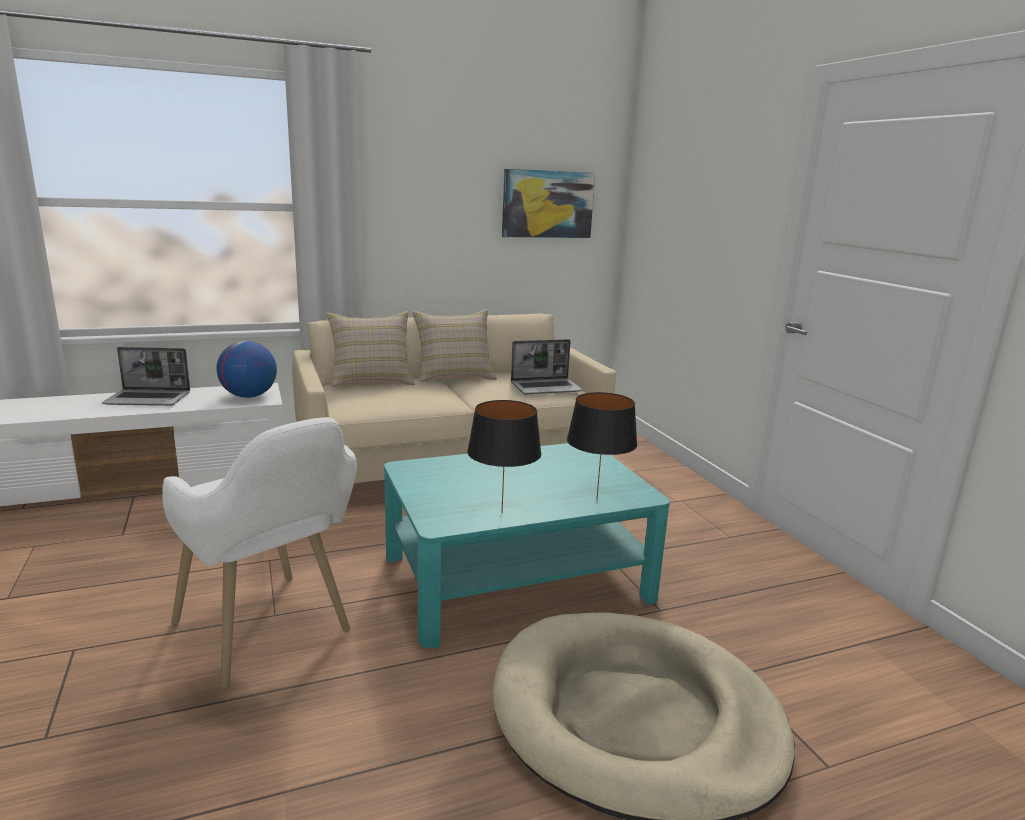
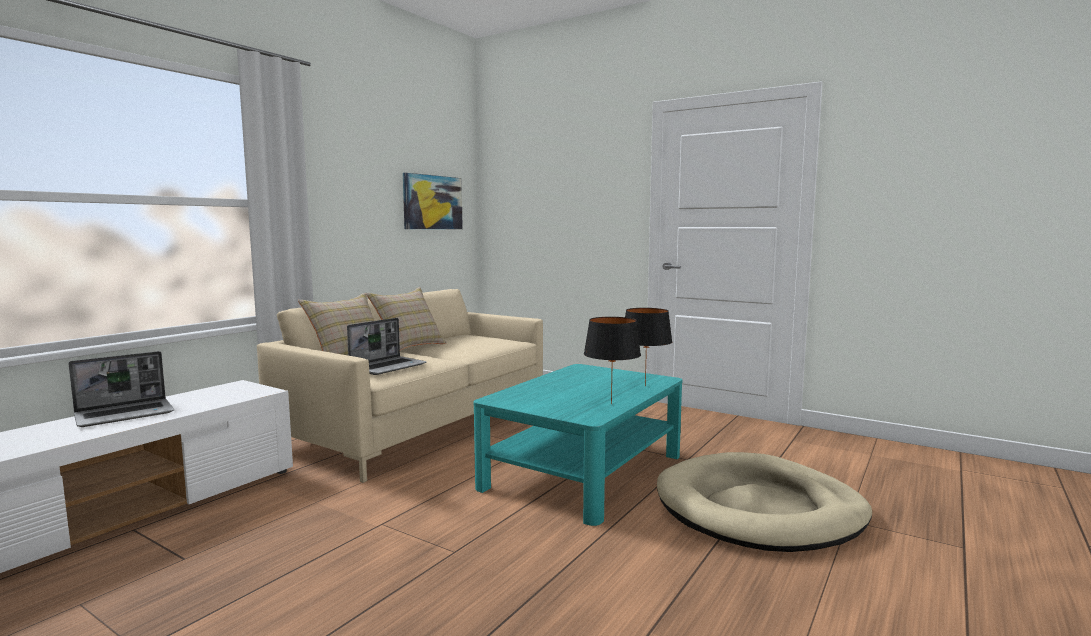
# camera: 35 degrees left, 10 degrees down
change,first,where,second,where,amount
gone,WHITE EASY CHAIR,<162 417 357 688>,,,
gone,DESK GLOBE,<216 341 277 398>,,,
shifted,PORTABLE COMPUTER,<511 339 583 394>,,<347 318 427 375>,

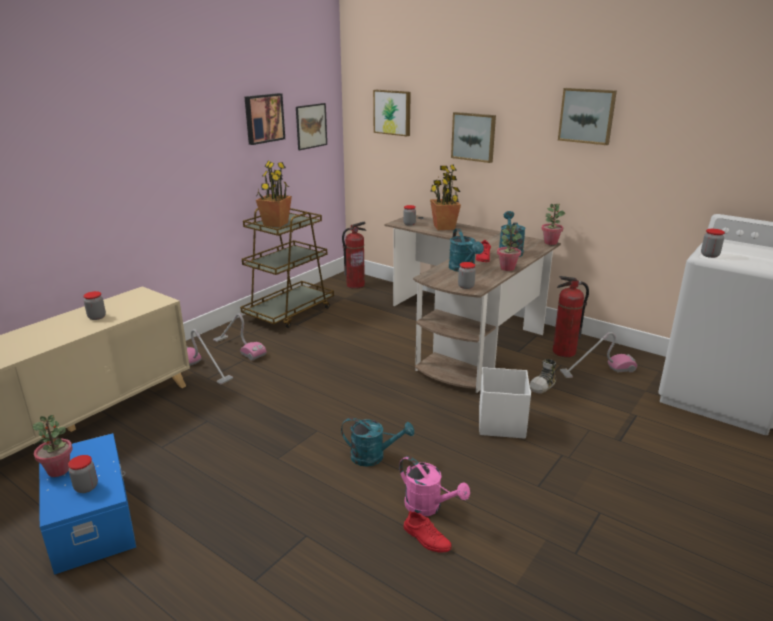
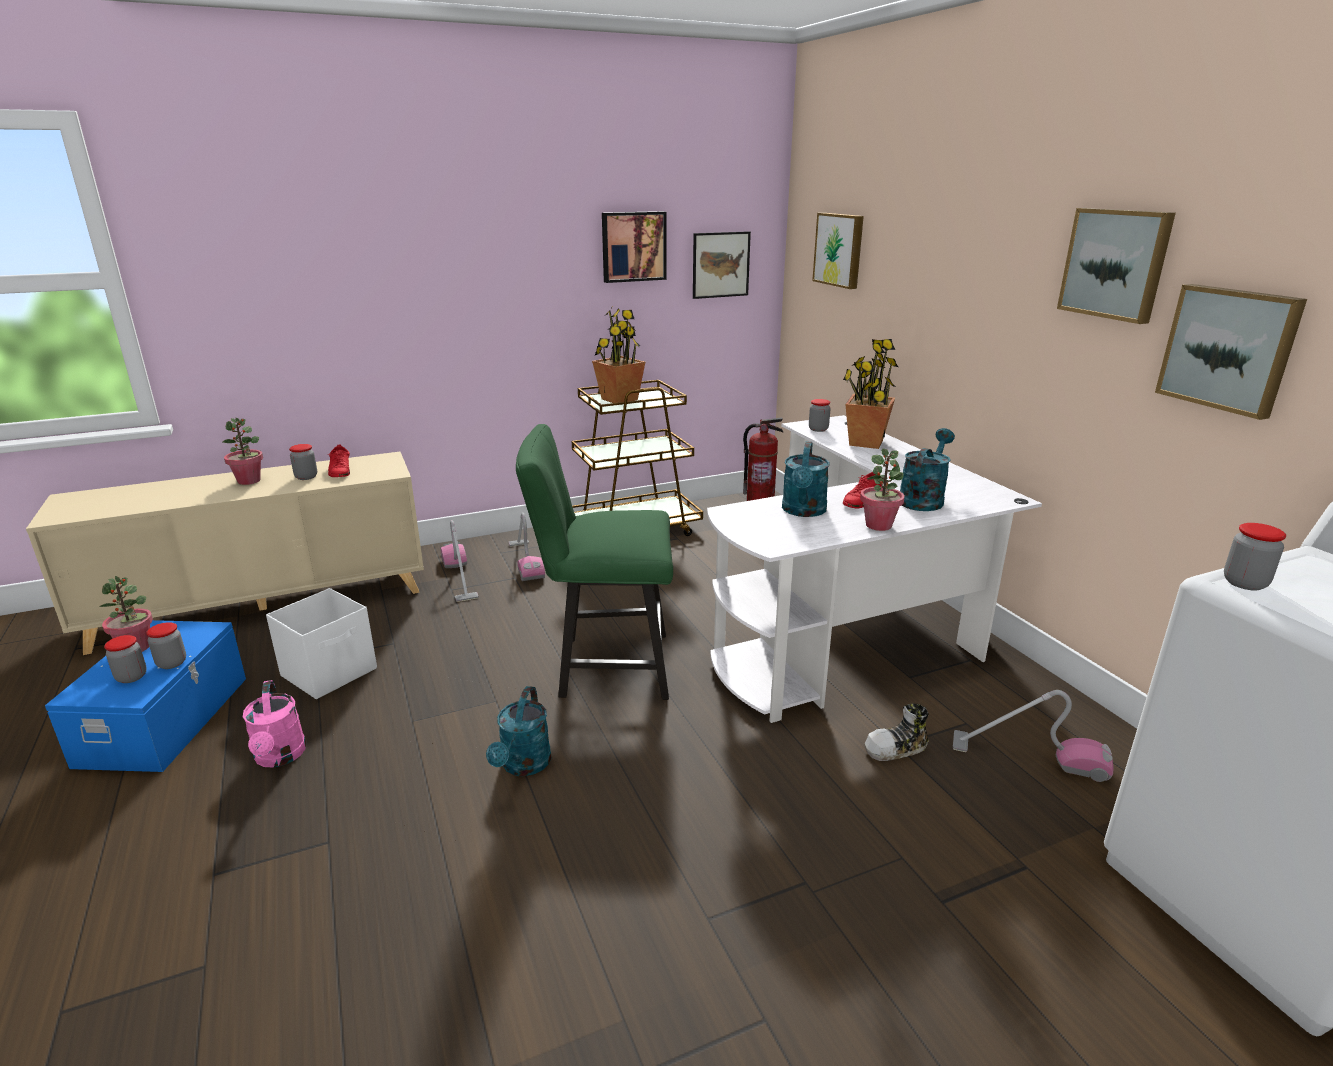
# camera: 30 degrees right, 0 degrees up
change,first,where,second,where,amount
gone,FIRE-FIGHTING CYLINDER,<553 276 589 357>,,,
new,,,GREEN PLAIN CHAIR,<516 424 673 700>,
shifted,PINKISH SPRINKLING CAN,<399 456 470 516>,,<243 680 306 768>,
shifted,RED-COLOURED ITEM OF FOOTWEAR,<404 511 452 553>,,<328 444 350 477>,
shifted,WALL ART,<451 112 496 163>,,<1155 284 1307 420>,
shifted,JAR,<458 262 476 289>,,<146 622 186 669>,
shifted,WHITE STORAGE BOX,<479 367 531 439>,,<266 588 377 699>,
shifted,PLANT IN A POT,<541 204 565 245>,,<223 418 263 485>,
repainted,BROWN-COLOURED DESK,<384 215 561 393>,WHITE DESK,<707 415 1042 723>,
rotated,BLUE-GREEN SPRINKLING CAN,<341 418 414 467>,,<486 686 551 776>,60 degrees clockwise

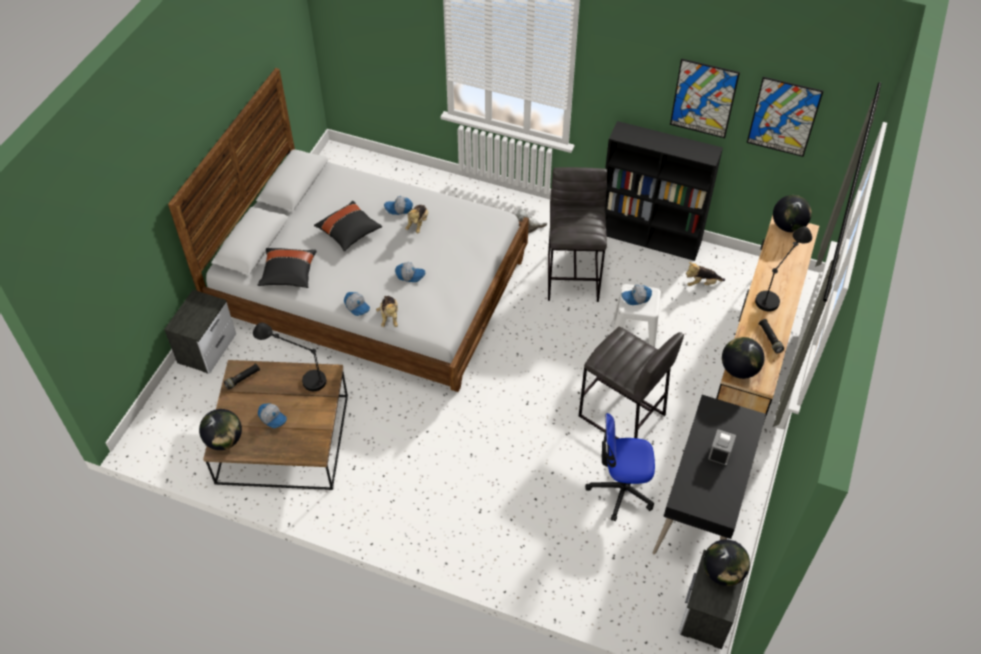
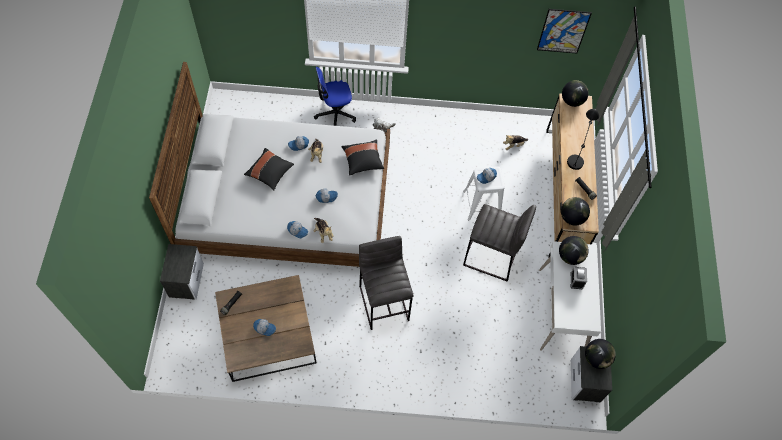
# camera: 20 degrees left, 10 degrees up
change,first,where,second,where,amount
gone,BLACKISH TABLE LAMP,<253 323 327 391>,,,
gone,BLACKISH BOOKCASE,<605 121 723 261>,,,
gone,WALL ART,<670 58 740 138>,,,
shifted,DESK GLOBE,<199 409 242 450>,,<559 236 589 265>,
shifted,BLACKISH THROW PILLOW,<258 248 317 288>,,<341 140 384 176>,
shifted,GREYISH STOOL SEAT,<548 167 607 302>,,<359 236 413 330>,
shifted,OFFICE CHAIR,<585 413 655 521>,,<314 67 356 126>,
repainted,BLACKISH DESK,<653 395 766 554>,WHITE DESK,<539 241 601 351>,

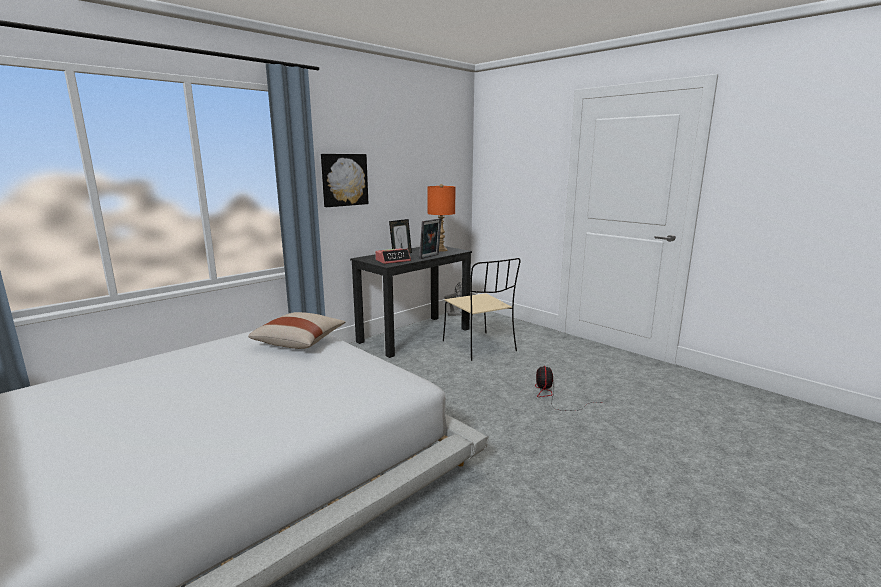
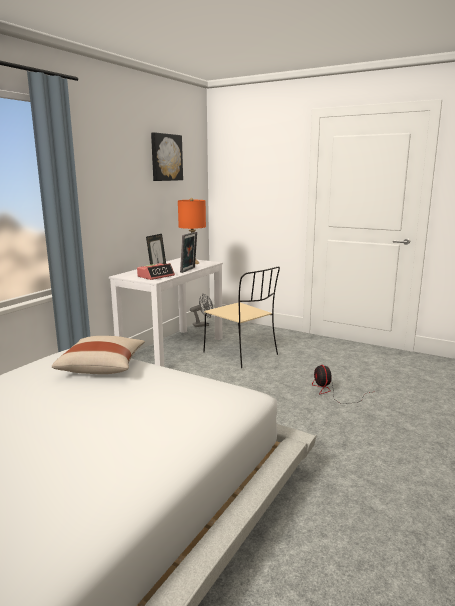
# camera: 15 degrees left, 0 degrees up
change,first,where,second,where,amount
shifted,WALL ART,<321 154 368 207>,,<151 132 183 181>,
repainted,BLACKISH DESK,<350 246 472 358>,WHITE DESK,<109 258 223 367>,

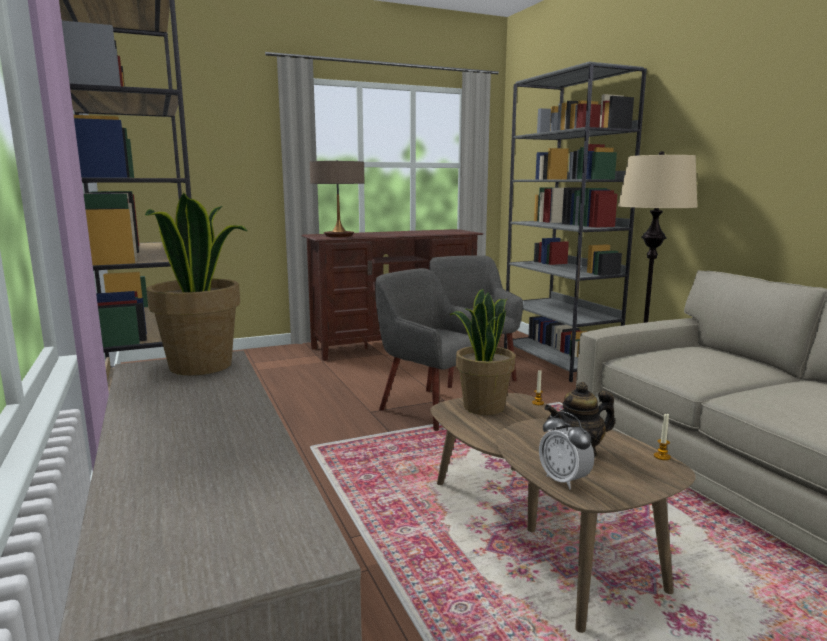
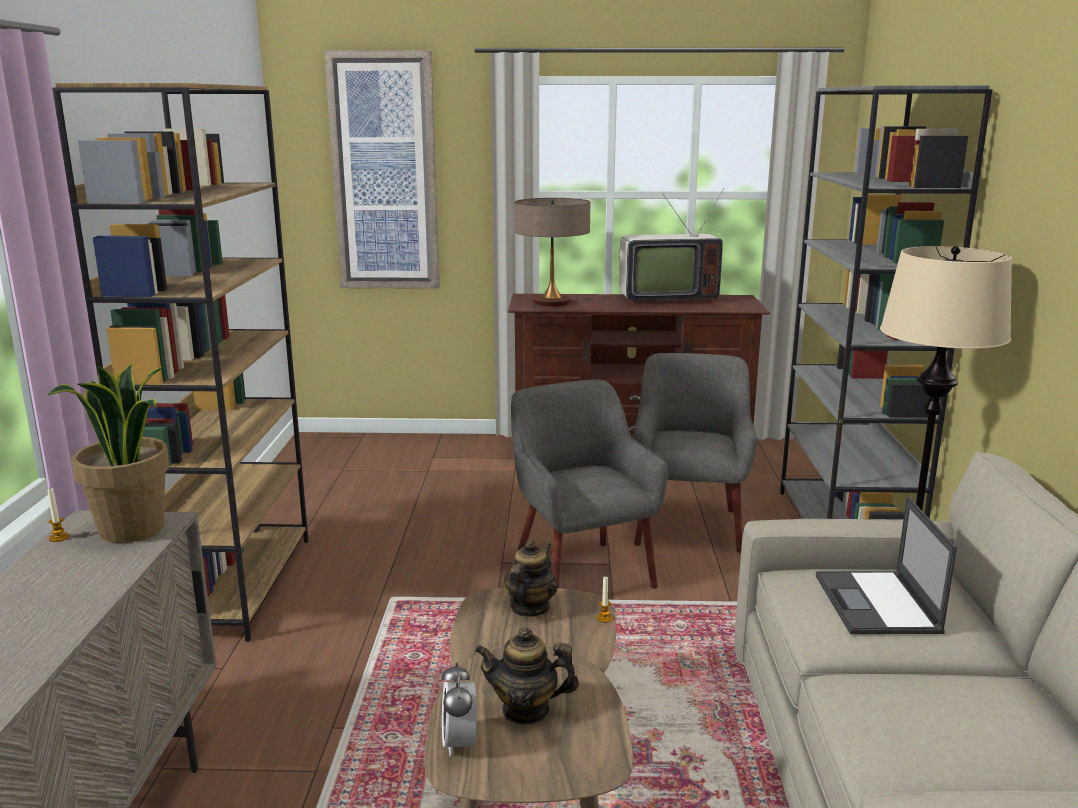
# camera: 25 degrees right, 5 degrees up
change,first,where,second,where,amount
new,,,WALL ART,<324 50 440 289>,
new,,,TELEVISION,<619 188 724 305>,
new,,,PORTABLE COMPUTER,<816 496 957 634>,
shifted,WAX CANDLE,<654 413 671 460>,,<47 488 69 542>,
swapped,PLANT IN A POT,<450 289 515 415>,POT FOR TEA,<504 539 558 617>,

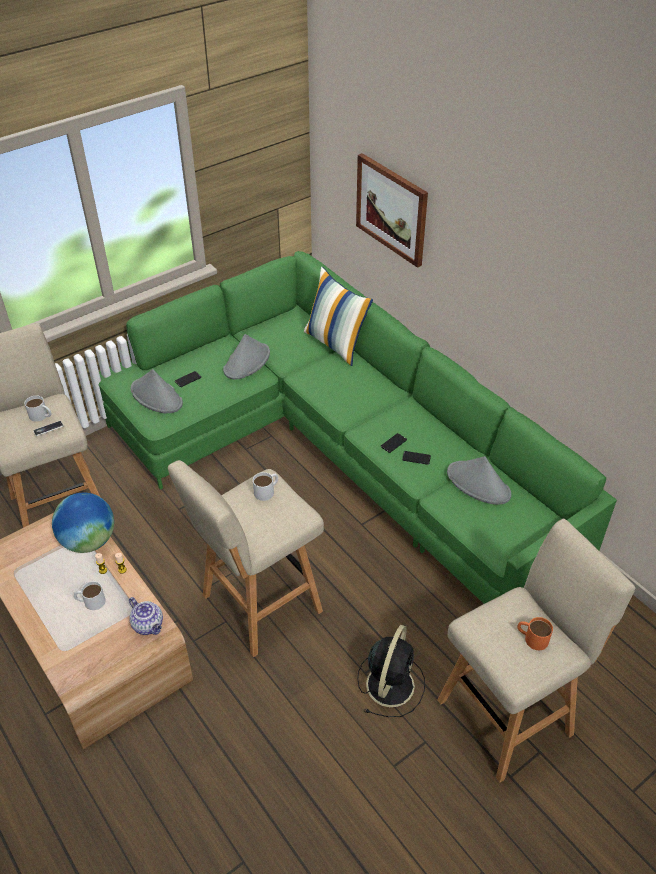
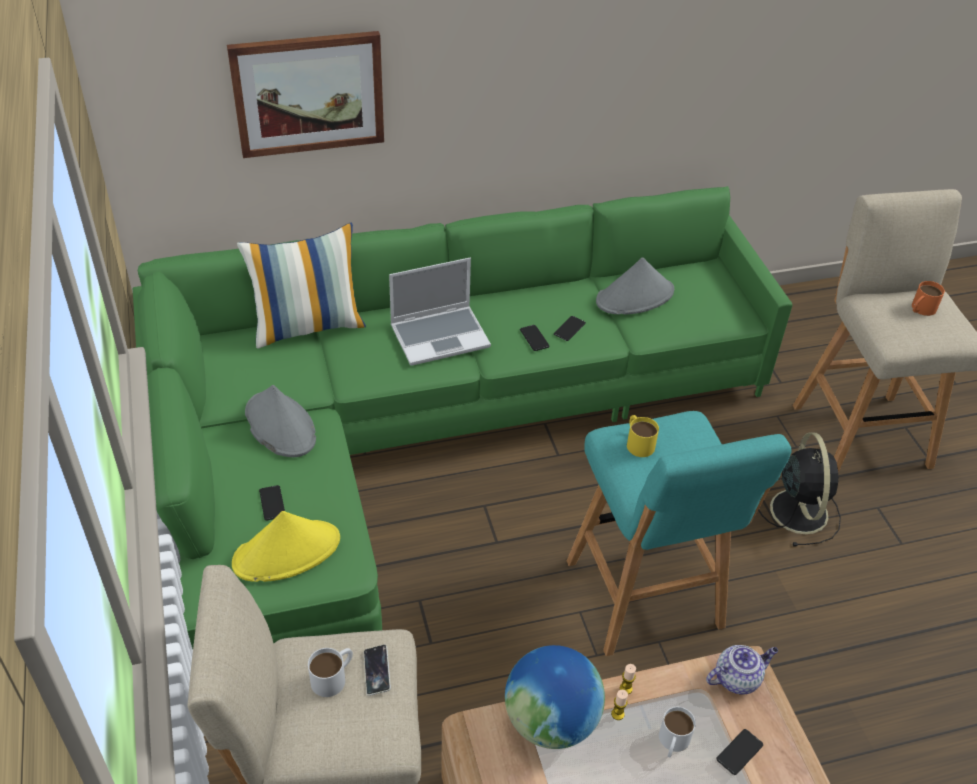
# camera: 70 degrees left, 0 degrees up
change,first,where,second,where,amount
new,,,PORTABLE COMPUTER,<389 258 491 366>,
new,,,HANDSET,<716 729 763 775>,
repainted,GREYISH HAT,<131 369 183 413>,YELLOW-COLOURED HAT,<232 511 340 582>,
repainted,BEIGE STOOL SEAT,<168 460 324 657>,BLUE-GREEN STOOL SEAT,<567 411 791 656>,
repainted,WHITE COFFEE MUG,<253 472 278 501>,YELLOW-COLOURED COFFEE MUG,<627 415 659 457>,
rotated,BLACKISH FAN,<357 625 425 717>,,<758 432 841 547>,45 degrees clockwise

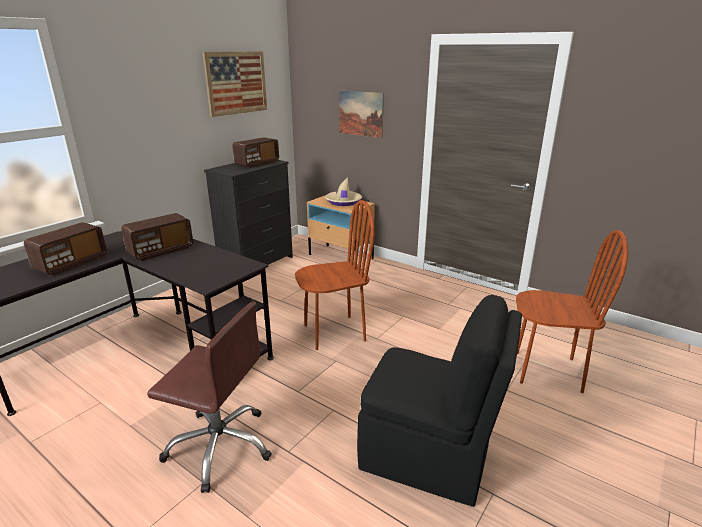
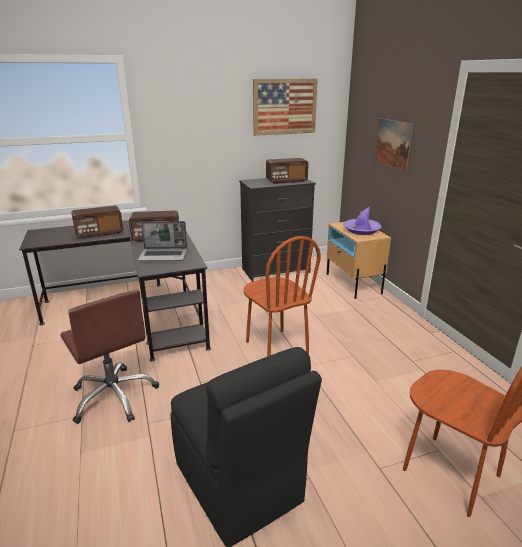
# camera: 35 degrees right, 0 degrees up
change,first,where,second,where,amount
new,,,PORTABLE COMPUTER,<138 221 187 261>,
repainted,BEIGE HAT,<325 177 362 206>,PURPLE-COLOURED HAT,<343 206 382 235>,
rotated,BROWN-COLOURED PLAIN CHAIR,<295 200 375 350>,,<243 236 321 357>,45 degrees clockwise

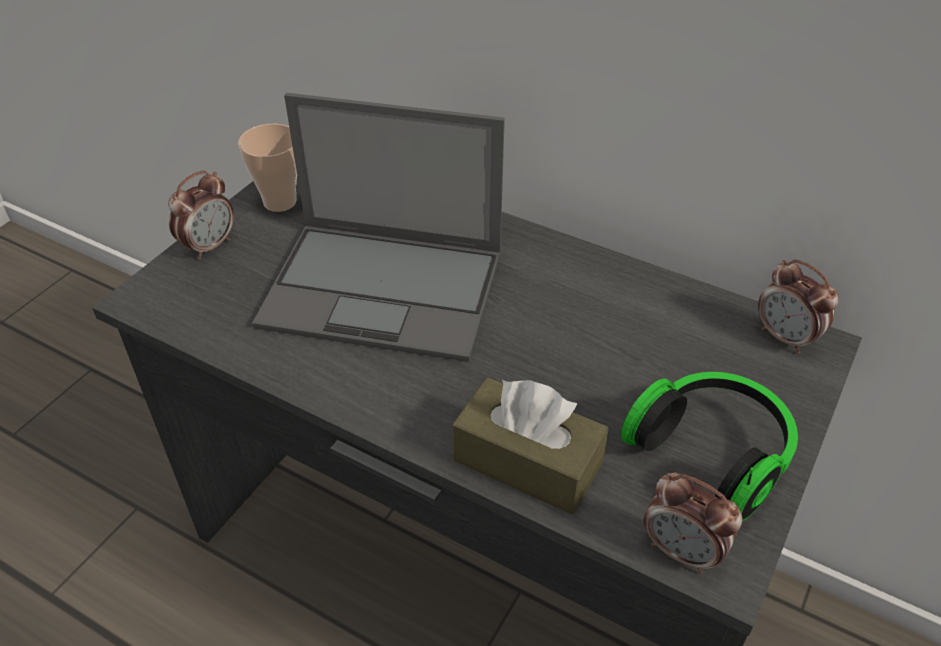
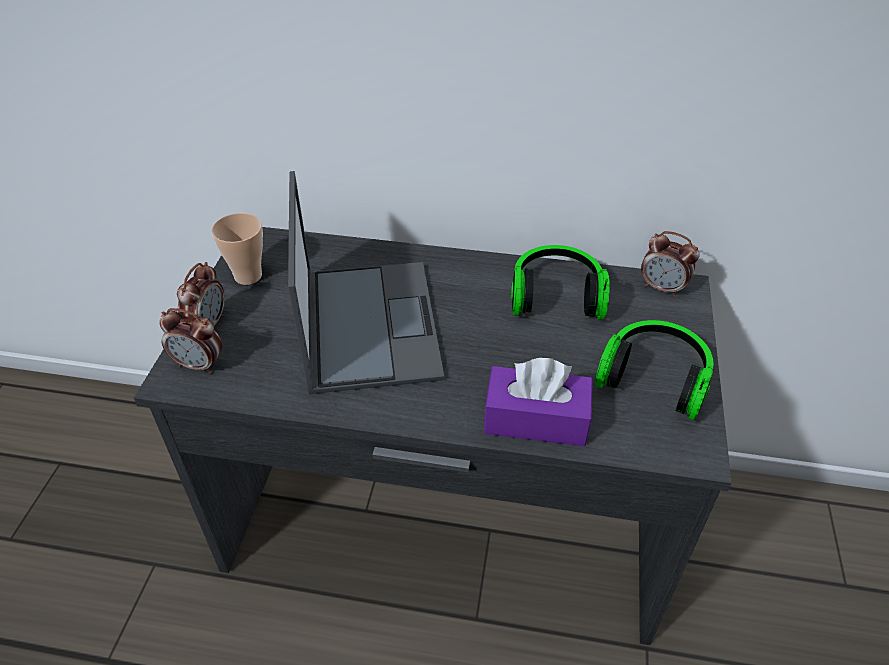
# camera: 20 degrees left, 0 degrees up
change,first,where,second,where,amount
new,,,HEADSET,<511 245 610 320>,
shifted,ALARM CLOCK,<644 473 743 574>,,<159 308 222 374>,
repainted,BROWN-COLOURED TISSUE HOLDER,<453 377 609 515>,PURPLE-COLOURED TISSUE HOLDER,<484 358 593 446>,
rotated,PORTABLE COMPUTER,<252 93 505 362>,,<288 171 444 394>,90 degrees counterclockwise

